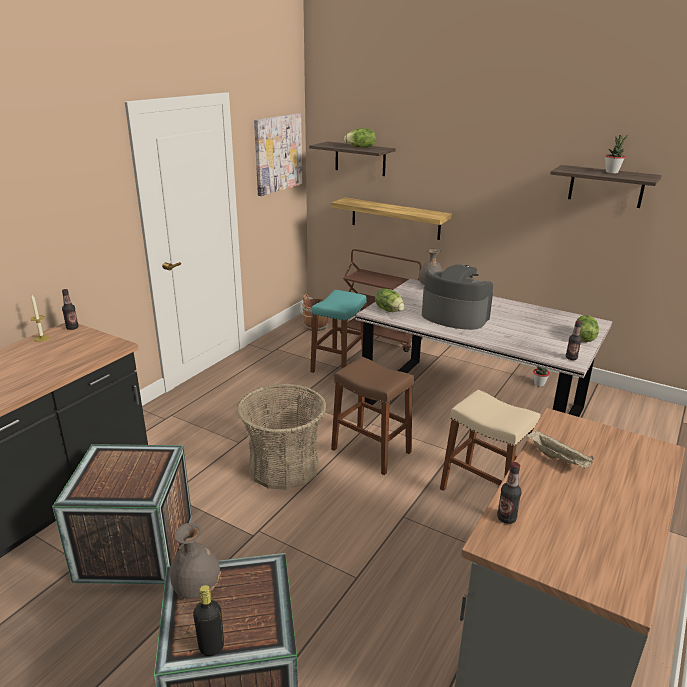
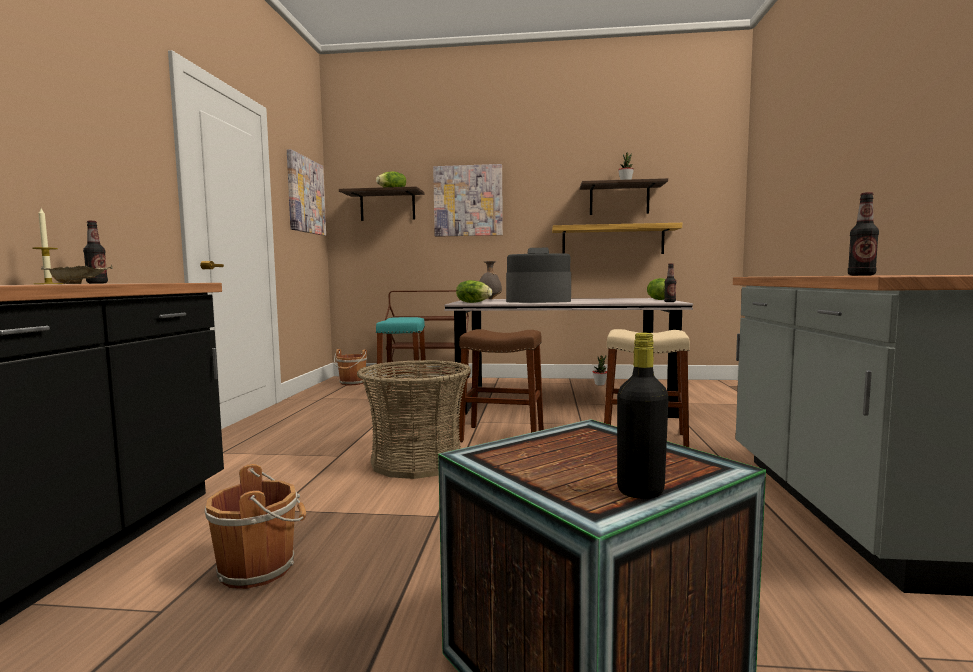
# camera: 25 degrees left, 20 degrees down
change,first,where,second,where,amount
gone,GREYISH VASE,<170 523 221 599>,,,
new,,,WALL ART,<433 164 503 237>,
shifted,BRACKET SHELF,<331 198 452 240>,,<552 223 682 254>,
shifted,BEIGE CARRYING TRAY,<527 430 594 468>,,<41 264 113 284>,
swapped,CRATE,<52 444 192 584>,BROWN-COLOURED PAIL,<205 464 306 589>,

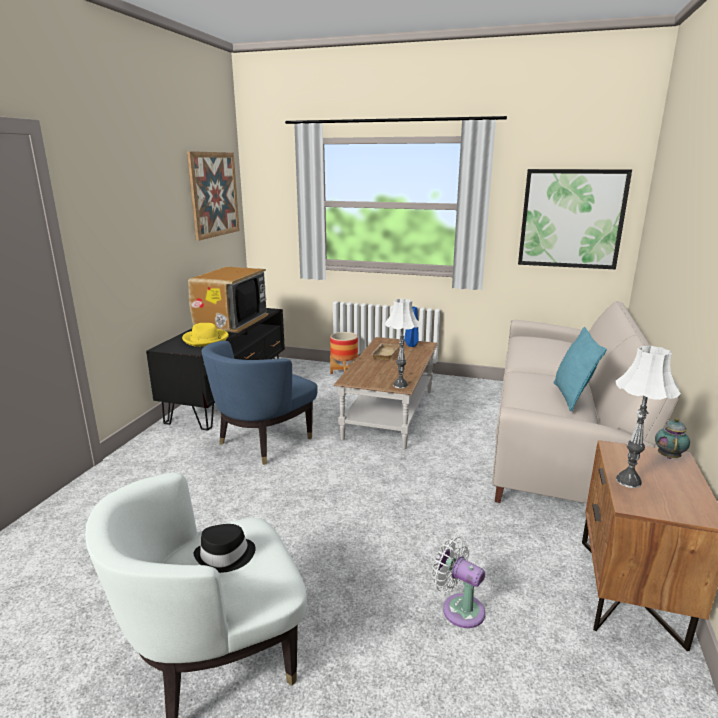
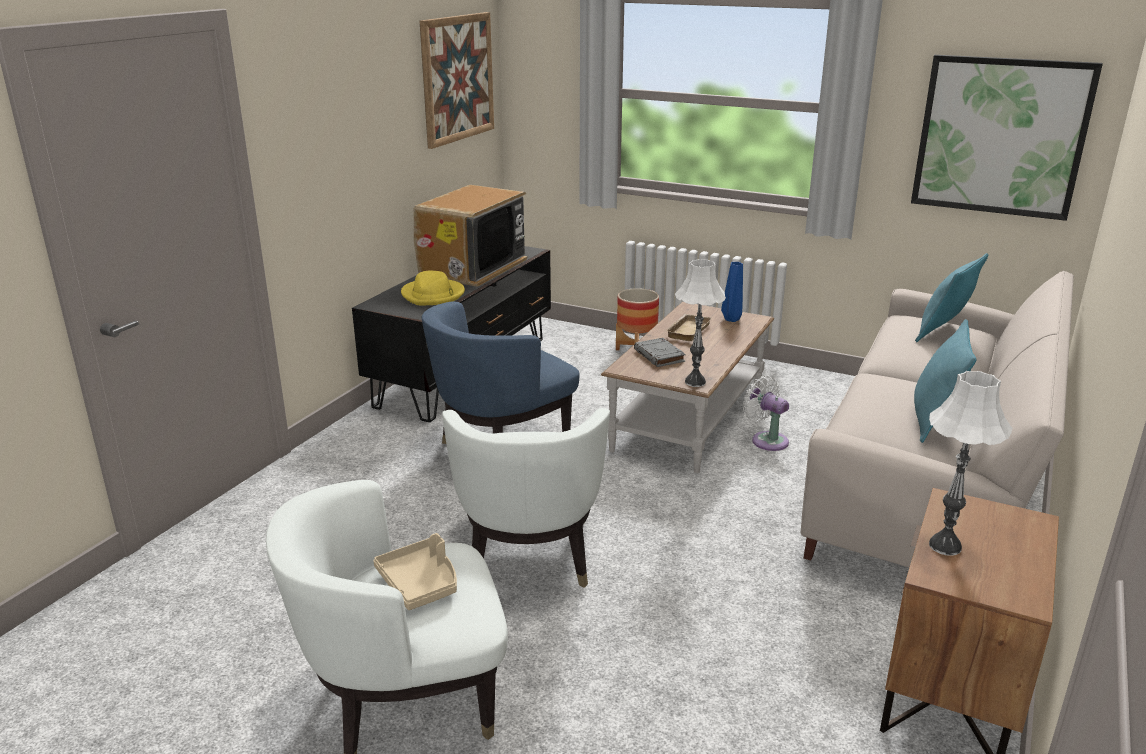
# camera: 10 degrees right, 5 degrees up
change,first,where,second,where,amount
gone,POT FOR TEA,<655 418 690 459>,,,
new,,,WHITE EASY CHAIR,<442 408 610 588>,
new,,,GREYISH BOUND BOOK,<634 338 686 367>,
new,,,BLUE-GREEN THROW PILLOW,<915 253 988 342>,
shifted,WHITE FAN,<432 536 485 628>,,<743 375 789 451>,
swapped,BLACKISH HAT,<194 524 256 573>,BEIGE CARRYING TRAY,<373 533 457 610>,

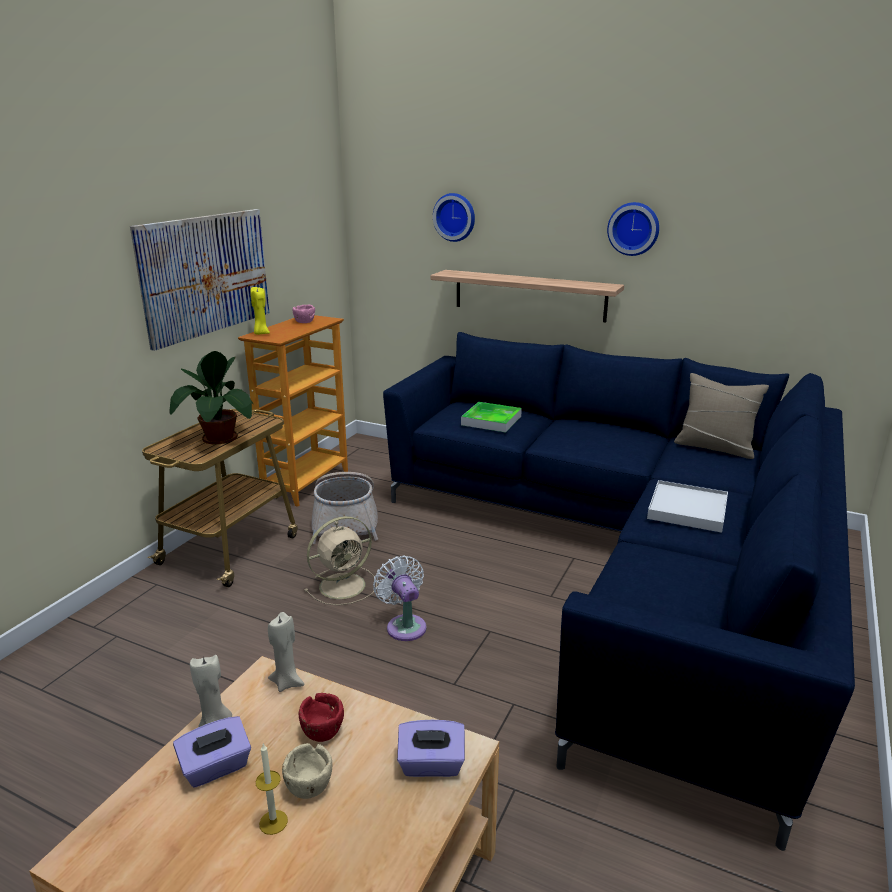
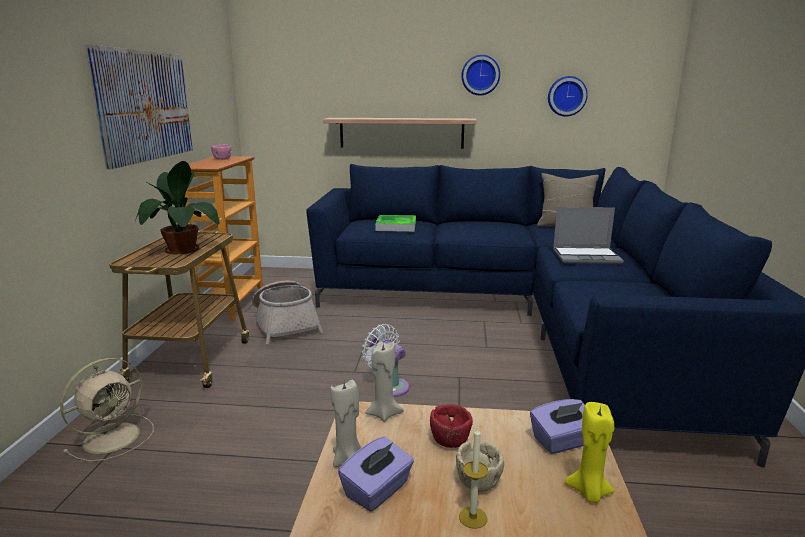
# camera: 20 degrees left, 5 degrees down
change,first,where,second,where,amount
shifted,YELLOW-COLOURED WAX CANDLE,<251 287 270 335>,,<565 402 615 503>,
shifted,BEIGE FAN,<304 516 377 605>,,<60 358 154 462>,
shifted,WALL CLOCK,<433 193 475 242>,,<548 76 588 117>,
swapped,WHITE CARRYING TRAY,<647 480 728 533>,PORTABLE COMPUTER,<553 207 624 264>,

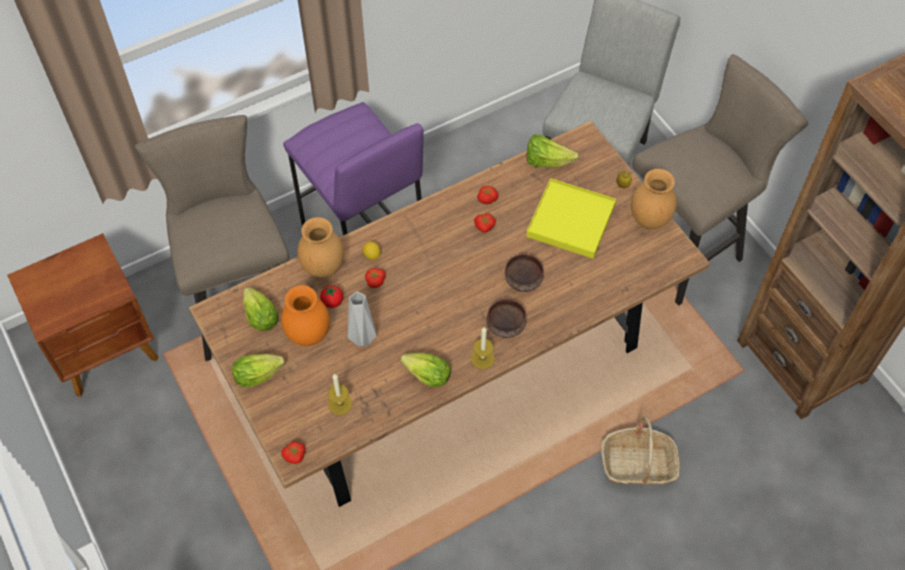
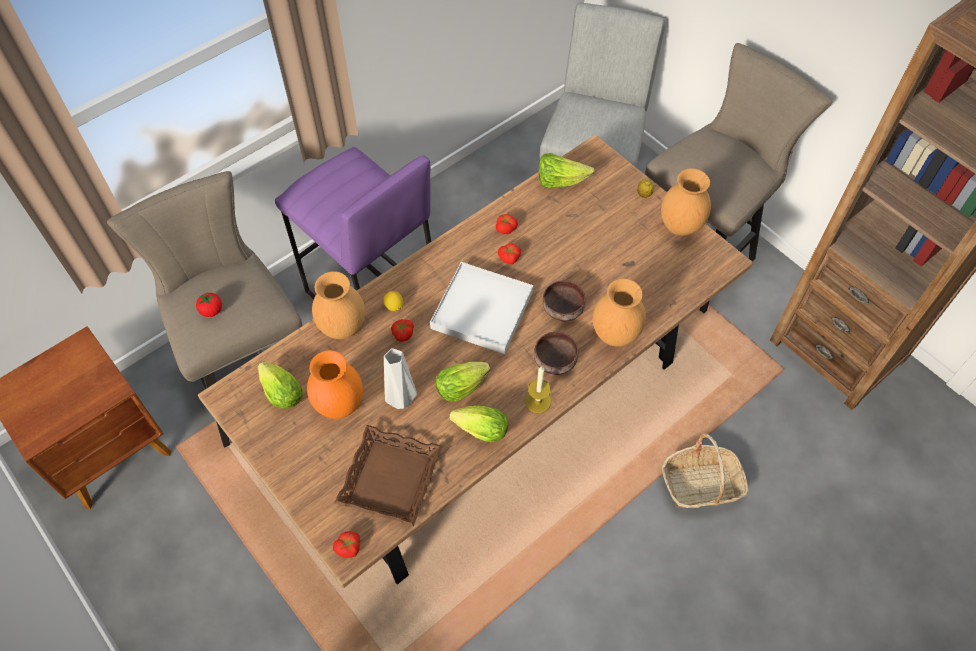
# camera: 10 degrees left, 0 degrees up
change,first,where,second,where,amount
gone,YELLOW-COLOURED CARRYING TRAY,<526 178 616 259>,,,
new,,,WHITE CARRYING TRAY,<430 262 534 354>,
new,,,BROWN-COLOURED VASE,<593 279 646 347>,
shifted,LETTUCE HEAD,<232 354 285 387>,,<436 362 490 401>,
shifted,WHOLE TOMATO,<320 285 343 308>,,<196 292 222 317>,
swapped,WAX CANDLE,<328 373 352 415>,BROWN-COLOURED CARRYING TRAY,<335 425 442 527>,

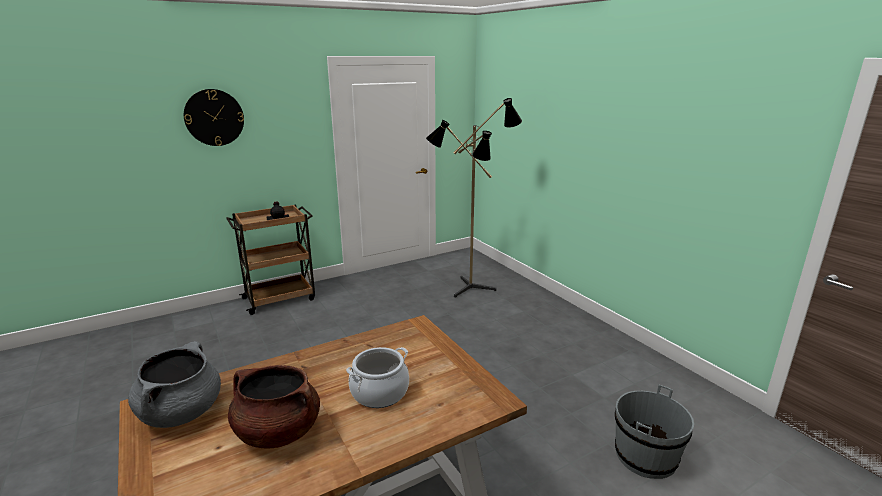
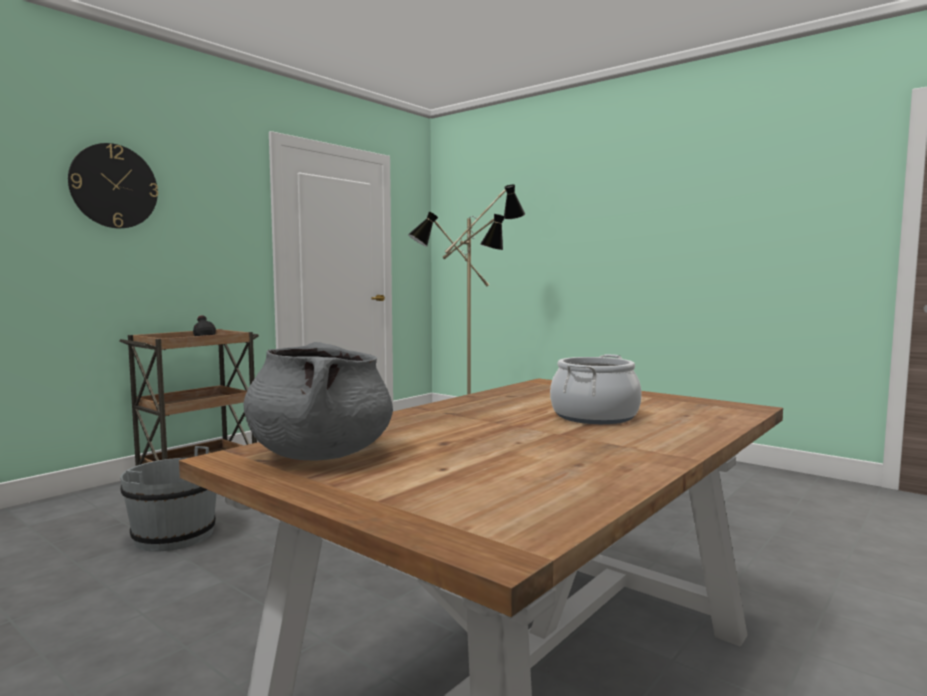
# camera: 20 degrees left, 15 degrees down
change,first,where,second,where,amount
gone,BROWN-COLOURED SAUCEPOT,<228 365 320 448>,,,
shifted,GREYISH PAIL,<615 385 694 479>,,<120 446 217 552>,

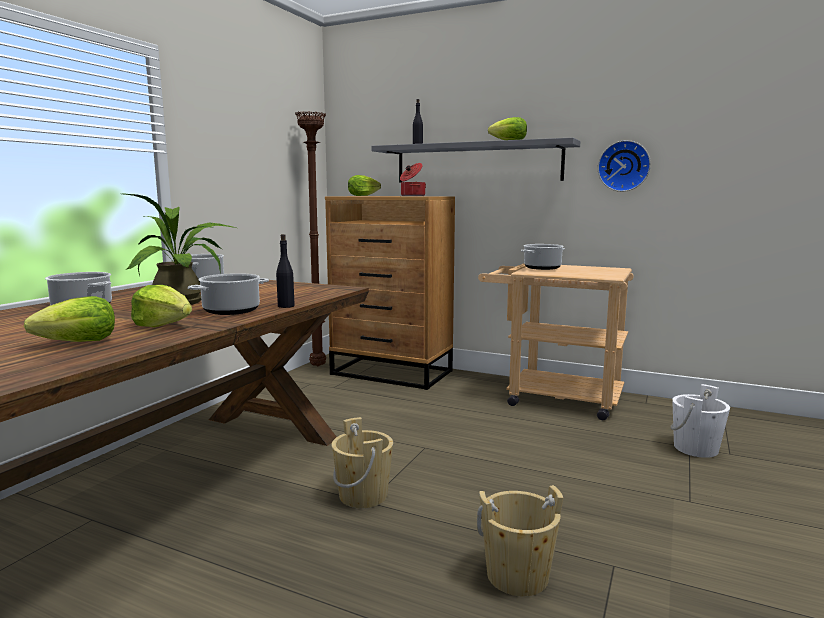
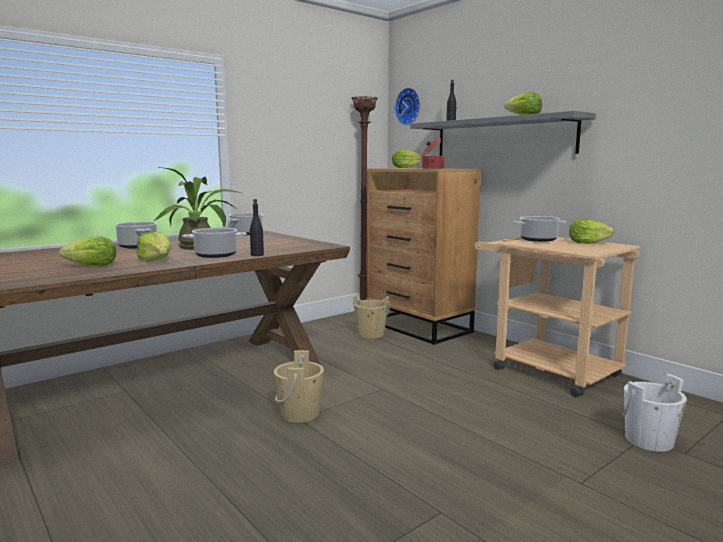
# camera: 25 degrees right, 0 degrees up
change,first,where,second,where,amount
new,,,LETTUCE HEAD,<569 219 614 244>,
shifted,BEIGE PAIL,<477 485 563 596>,,<353 294 390 339>,
shifted,WALL CLOCK,<598 140 651 192>,,<395 88 420 126>,

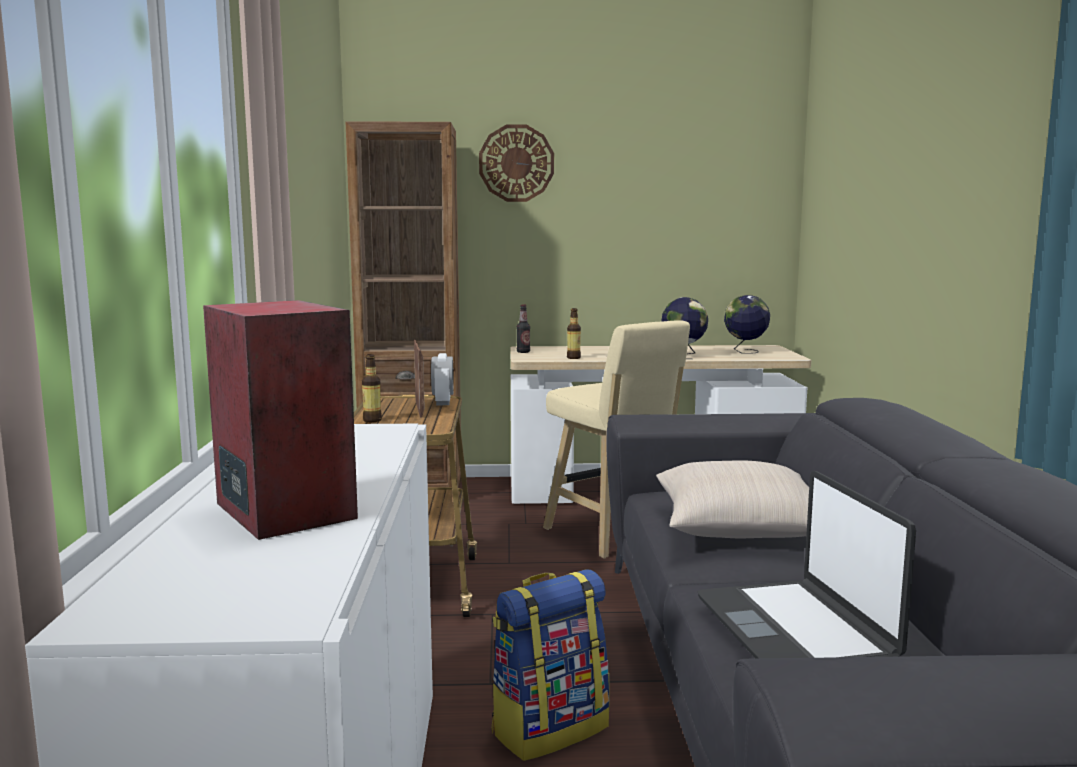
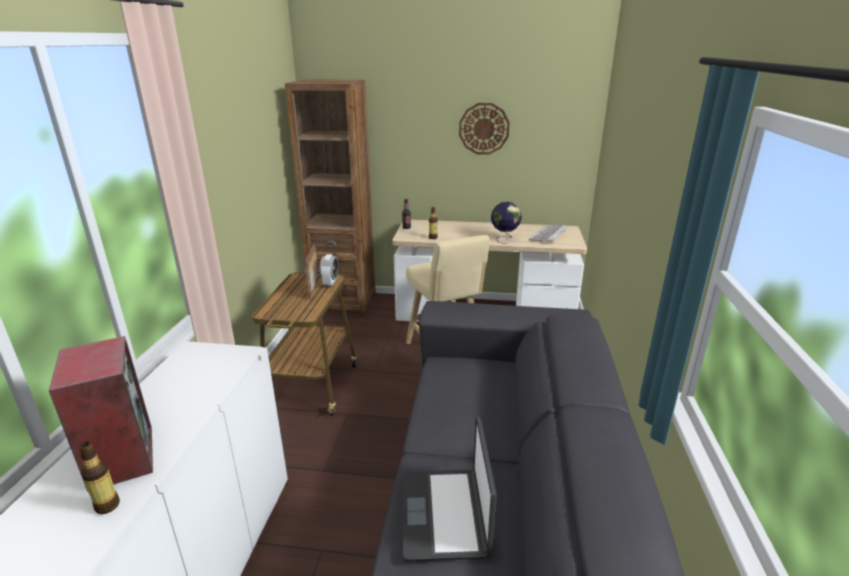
# camera: 10 degrees right, 15 degrees up
change,first,where,second,where,amount
gone,KNAPSACK,<492 569 610 761>,,,
gone,BEIGE THROW PILLOW,<656 460 809 538>,,,
shifted,DRINK BOTTLE,<362 354 382 422>,,<79 441 120 514>,
shifted,WALL CLOCK,<479 124 554 202>,,<459 103 510 155>,
swapped,DESK GLOBE,<724 295 770 354>,COMPUTER KEYBOARD,<529 224 568 243>,

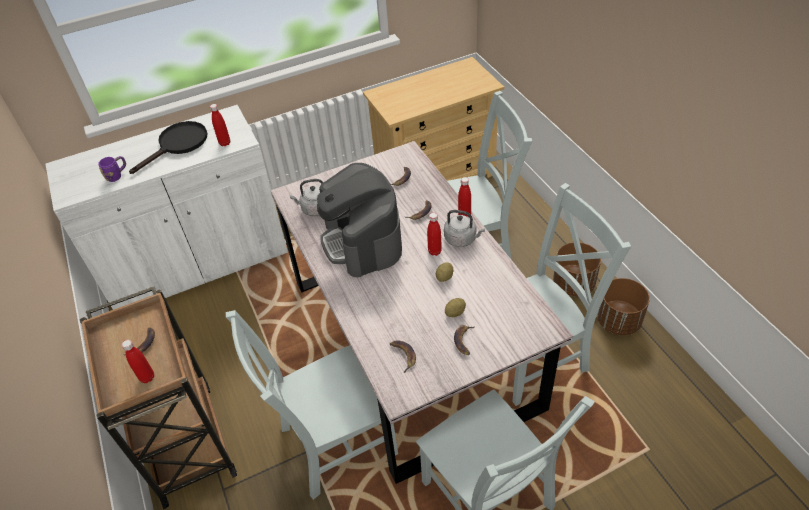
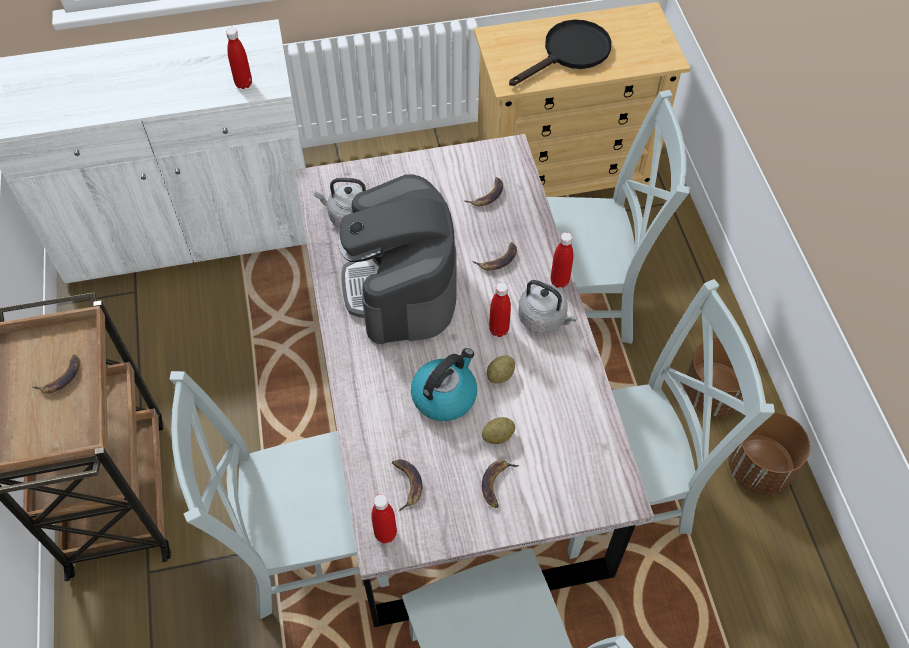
# camera: 10 degrees right, 10 degrees up
change,first,where,second,where,amount
gone,PURPLE-COLOURED COFFEE MUG,<99 156 126 182>,,,
new,,,WATER KETTLE,<411 348 477 421>,
shifted,RED-COLOURED DRINK BOTTLE,<122 340 154 383>,,<371 494 397 543>,
shifted,BLACKISH PAN,<129 121 208 174>,,<509 20 611 86>,

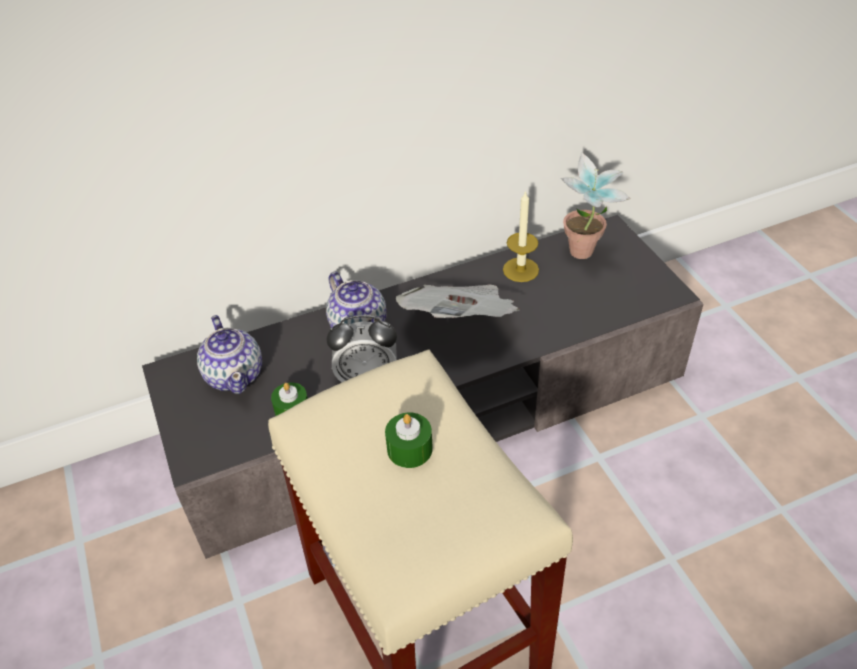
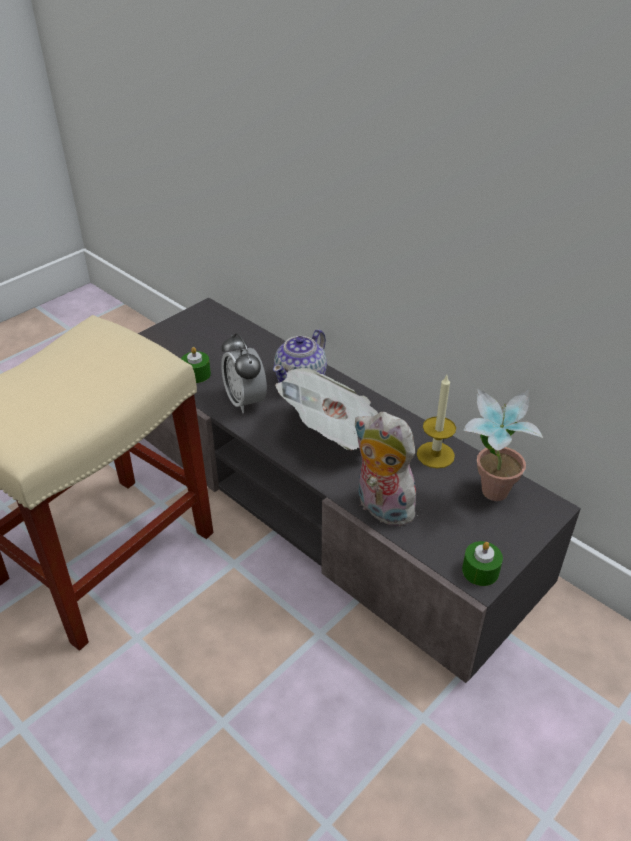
# camera: 65 degrees right, 5 degrees down
change,first,where,second,where,amount
gone,POT FOR TEA,<197 315 262 394>,,,
new,,,SOFT TOY,<354 412 420 526>,
shifted,GREEN WAX CANDLE,<385 413 433 468>,,<462 541 503 586>,

